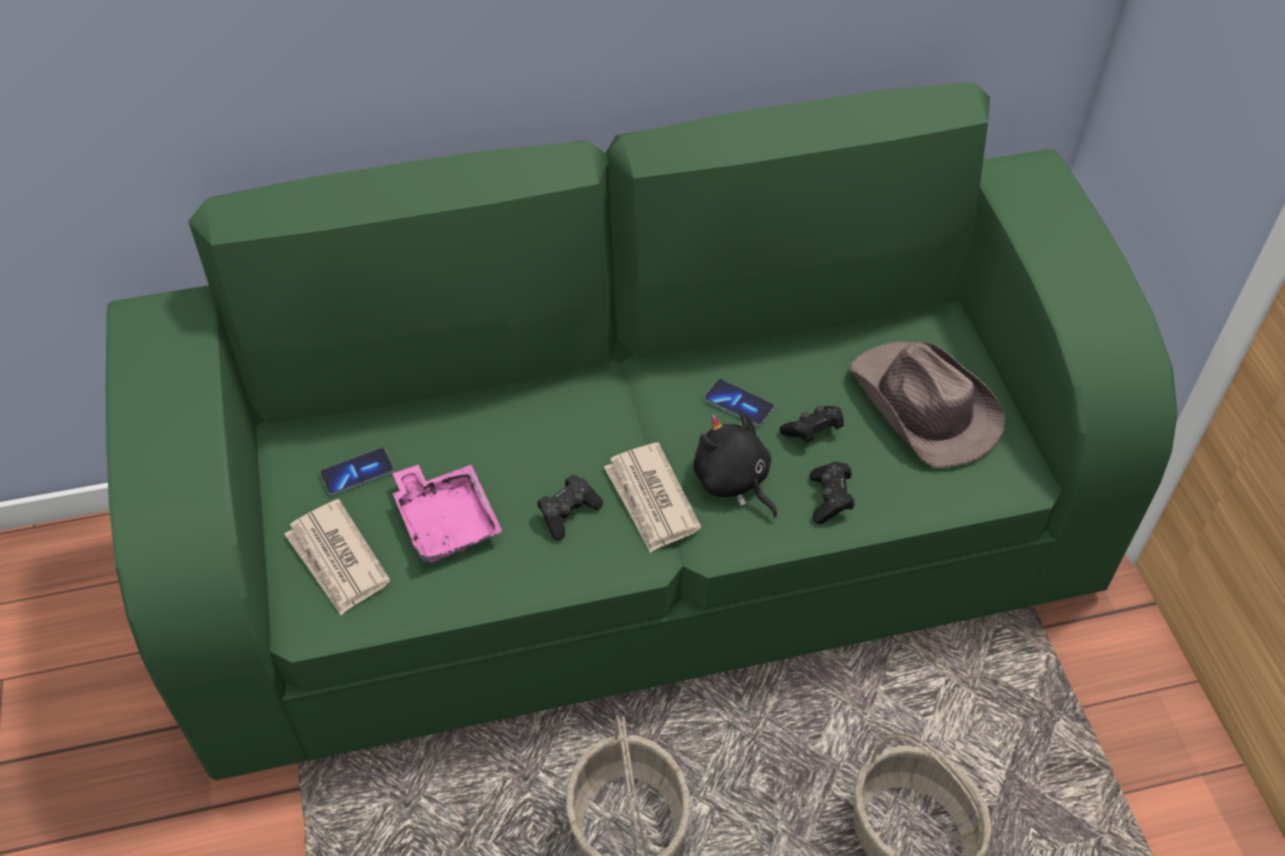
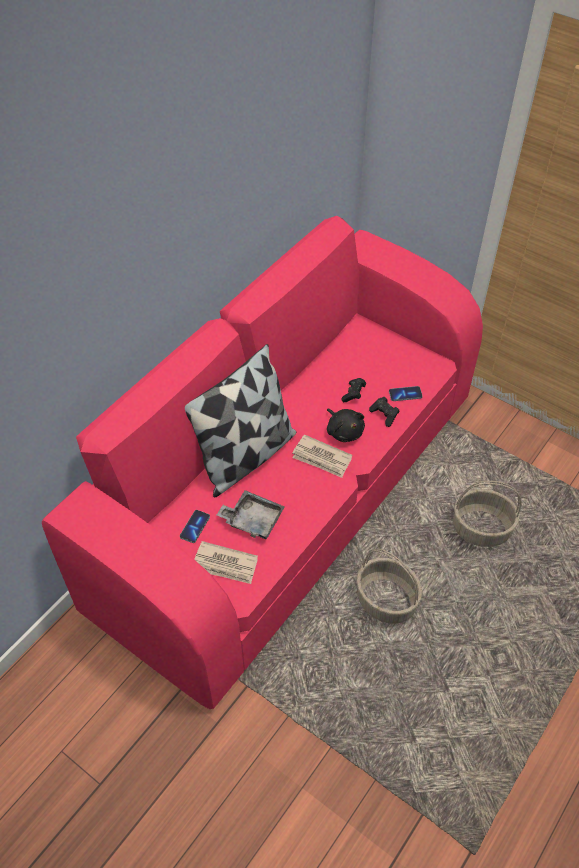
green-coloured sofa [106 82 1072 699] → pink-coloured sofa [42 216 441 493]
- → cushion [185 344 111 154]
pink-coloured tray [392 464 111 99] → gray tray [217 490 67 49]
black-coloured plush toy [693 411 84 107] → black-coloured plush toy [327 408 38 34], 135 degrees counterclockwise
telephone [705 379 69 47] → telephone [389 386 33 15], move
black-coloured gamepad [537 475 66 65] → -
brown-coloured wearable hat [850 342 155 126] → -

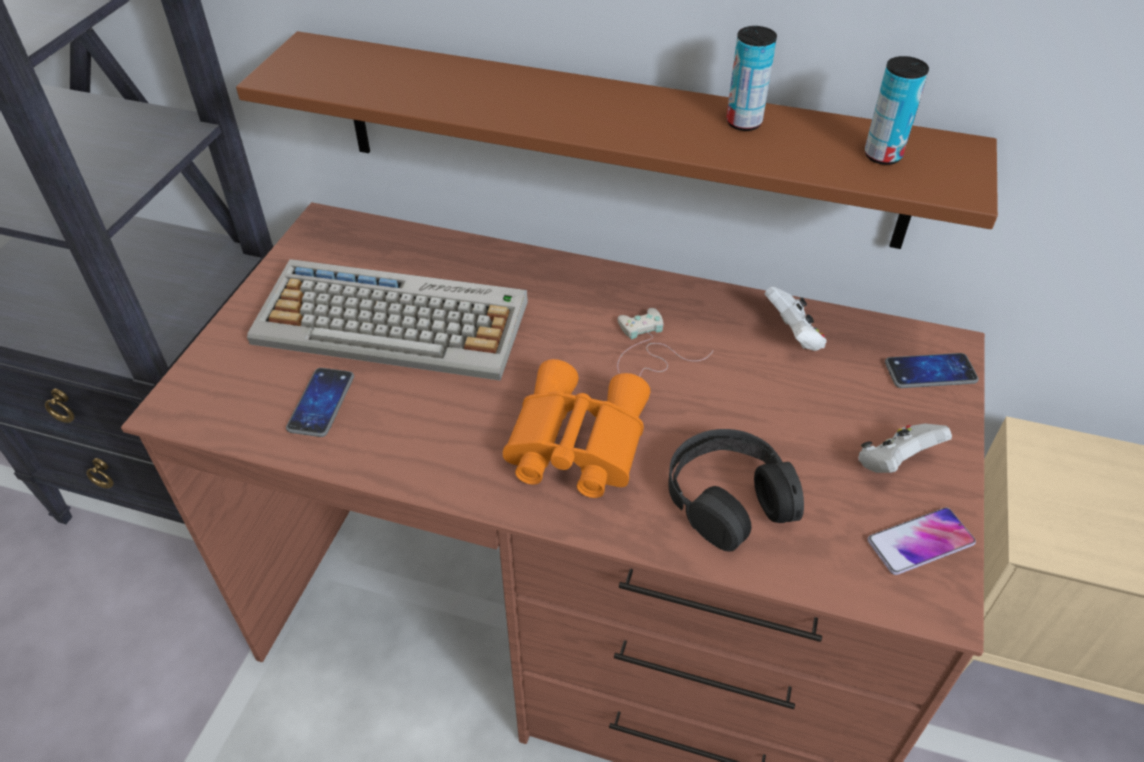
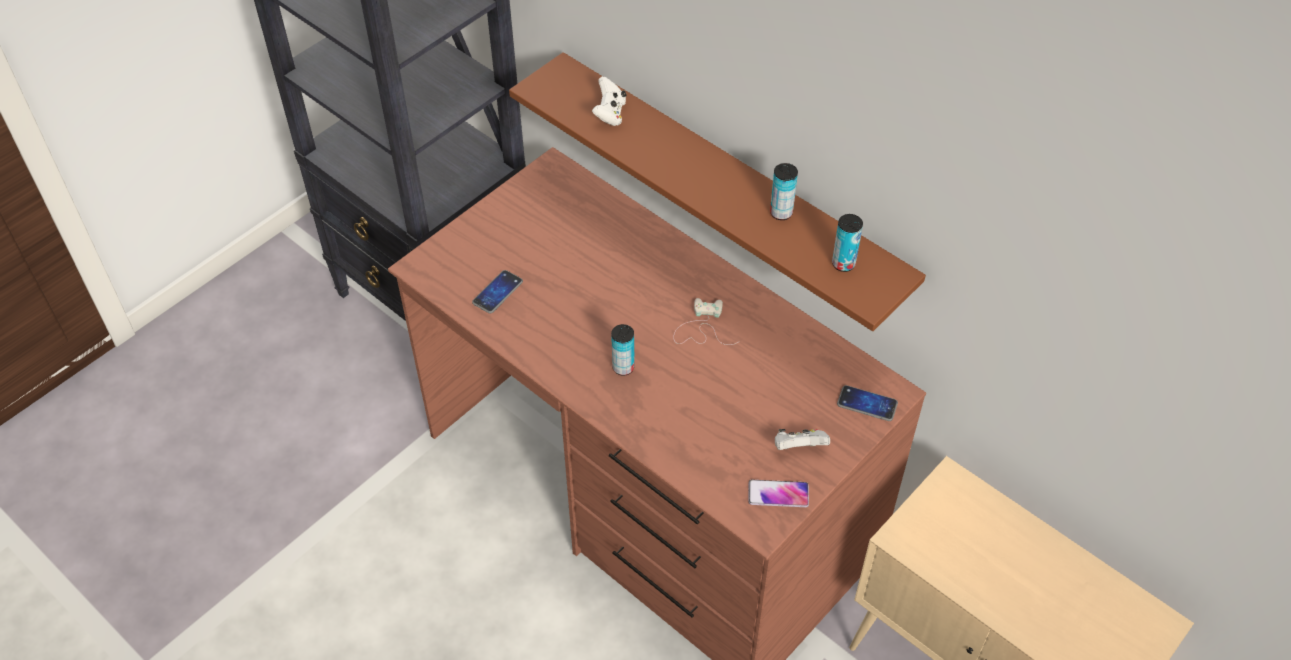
white-coloured gamepad [765 286 62 65] → white-coloured gamepad [592 77 35 49], move
orange-coloured field glasses [503 359 147 139] → can [611 324 24 52]
keyboard [247 259 281 122] → -
black-coloured headset [668 429 136 123] → -

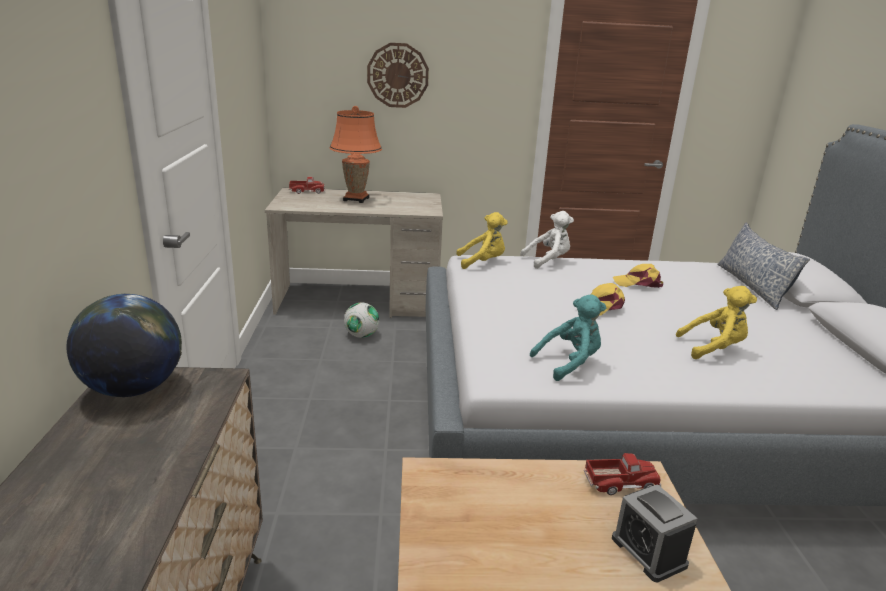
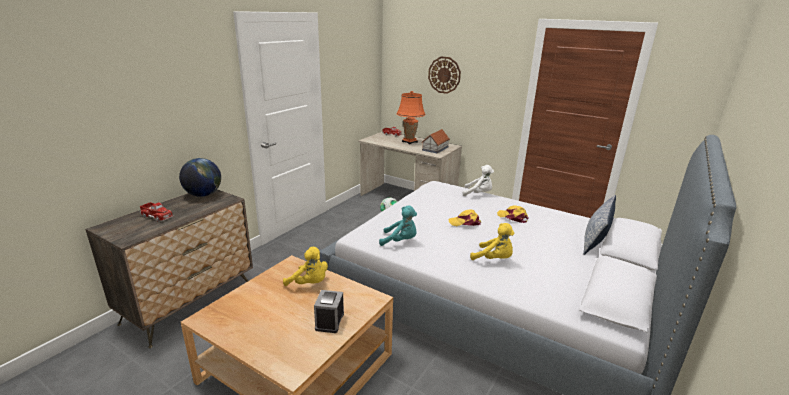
model truck [584 453 77 42] → model truck [140 202 33 20], move
yellow plush toy [456 212 52 57] → yellow plush toy [283 247 45 39], move
- → model house [421 129 29 24]

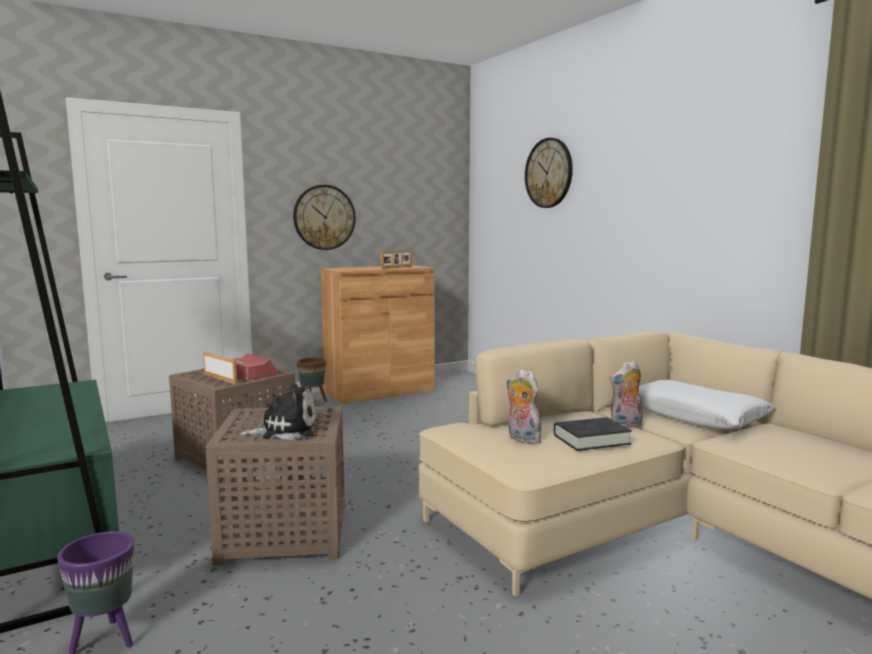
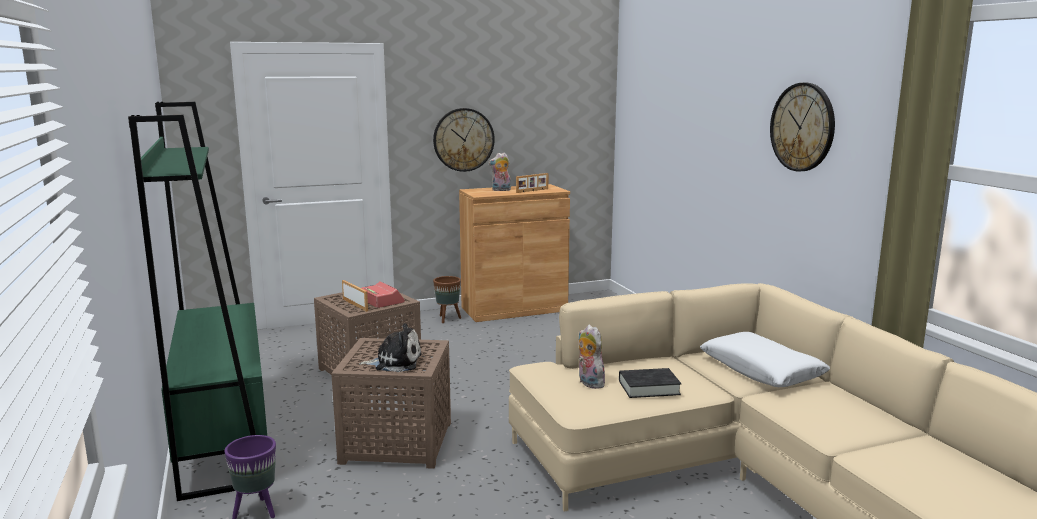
plush toy [610 360 33 68] → plush toy [489 153 22 38], move
wall clock [525 138 48 70] → wall clock [770 83 65 89], move

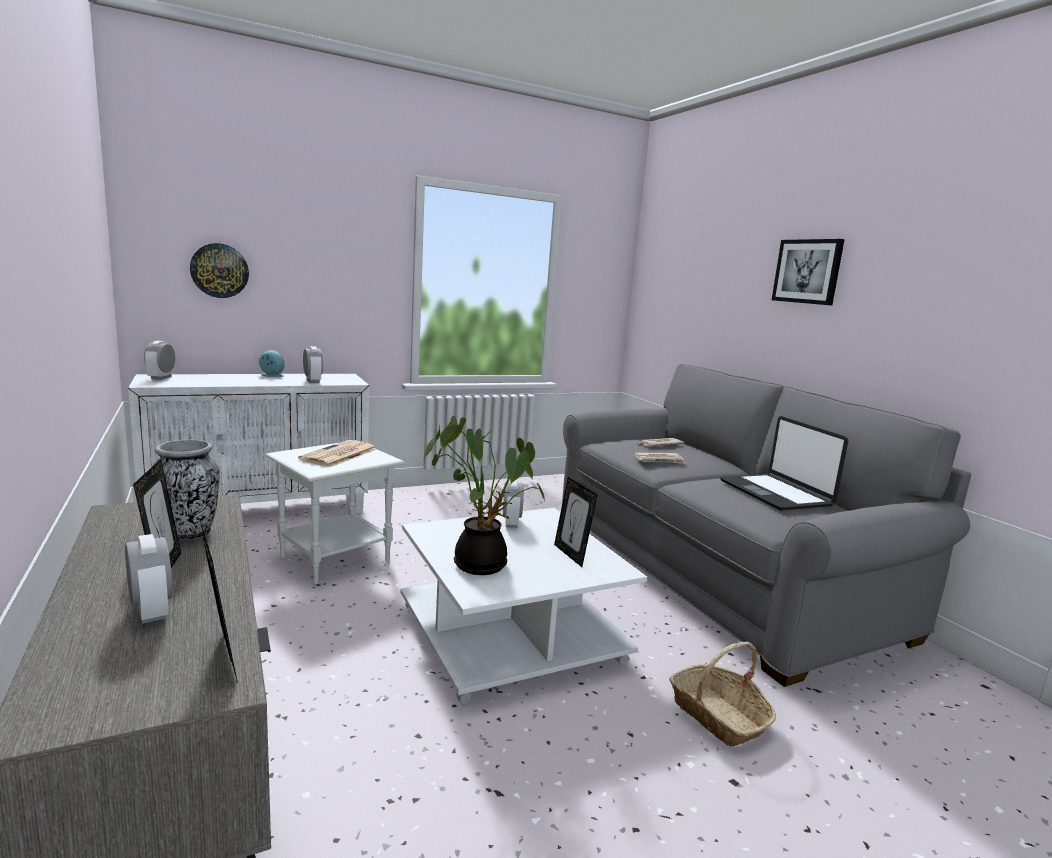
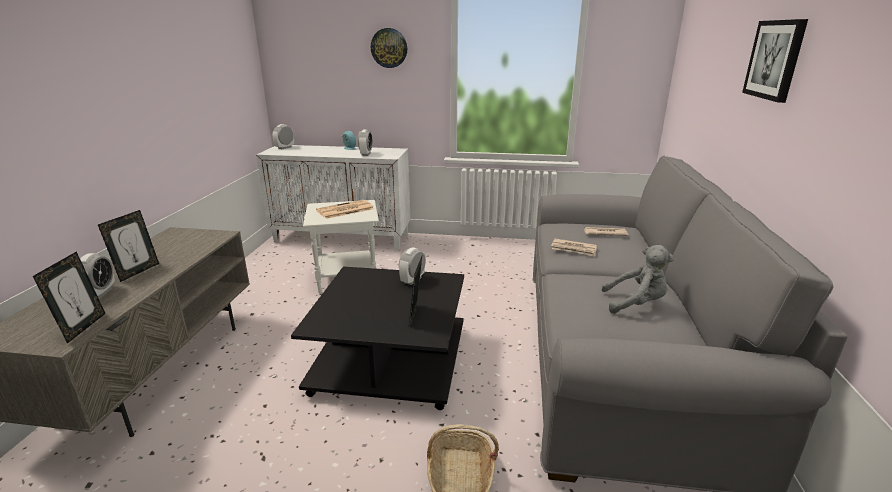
white-coloured coffee table [401 508 246 196] → black-coloured coffee table [291 266 173 144]
wall clock [190 243 59 55] → wall clock [371 28 36 40], move
notebook computer [720 416 128 95] → gray plush toy [601 245 73 69]
decorative vase [152 440 68 100] → -
potted plant [424 416 121 159] → -

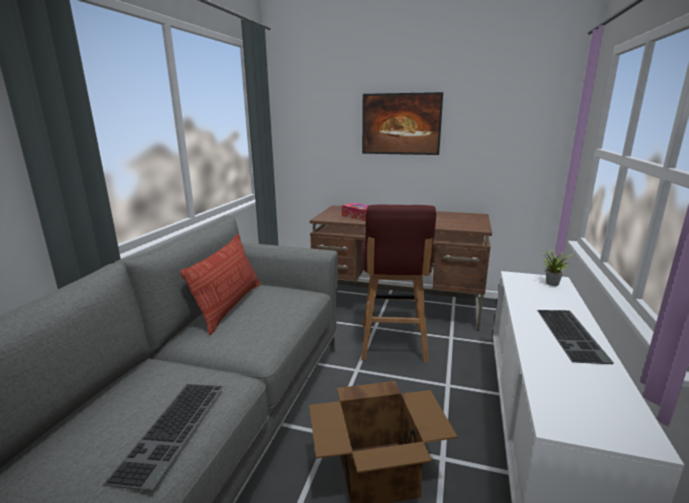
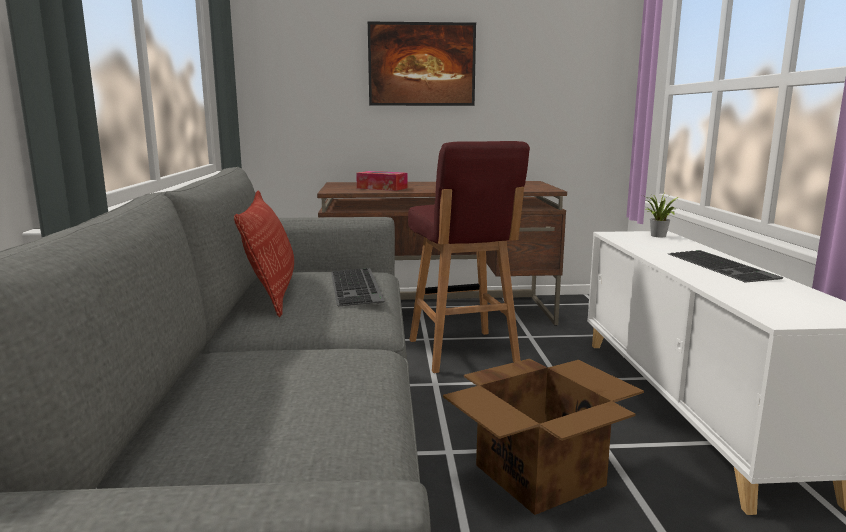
keyboard [103 384 121 107] → keyboard [331 268 53 38], move

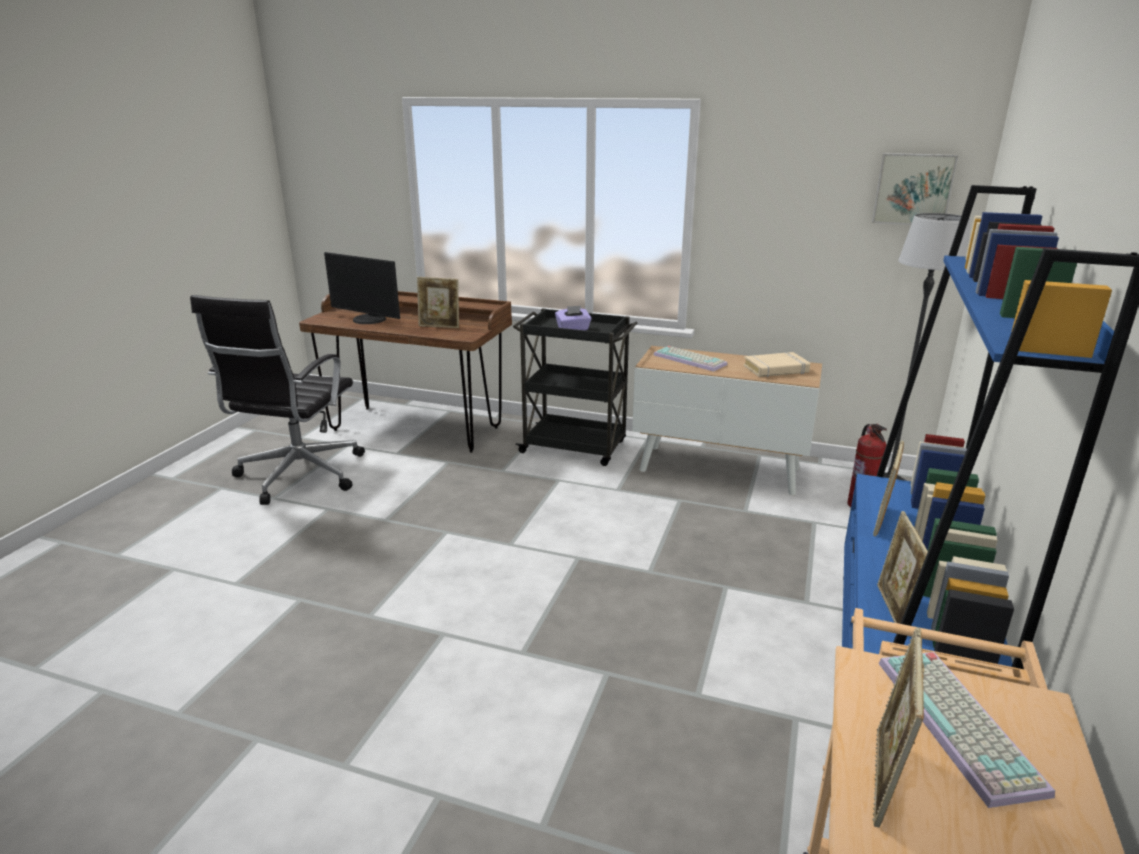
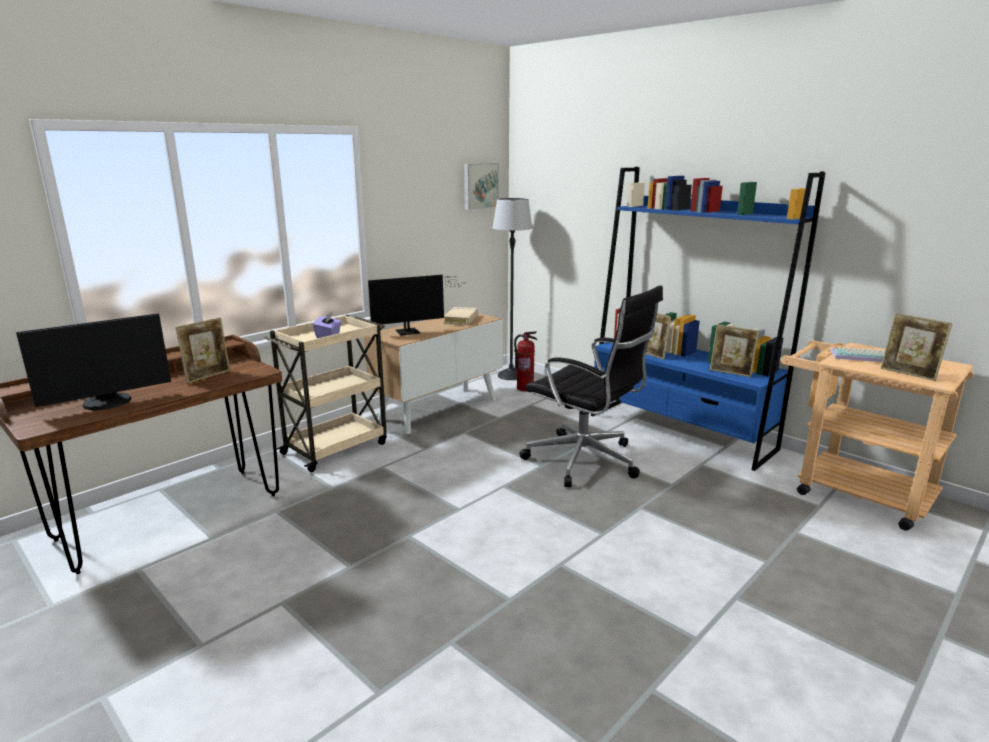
black-coloured wheeled cart [513 308 125 158] → sand-coloured wheeled cart [264 315 123 157]
keyboard [654 346 73 26] → monitor [368 275 94 61]
black-coloured computer chair [190 295 175 210] → black-coloured computer chair [519 285 144 202], move

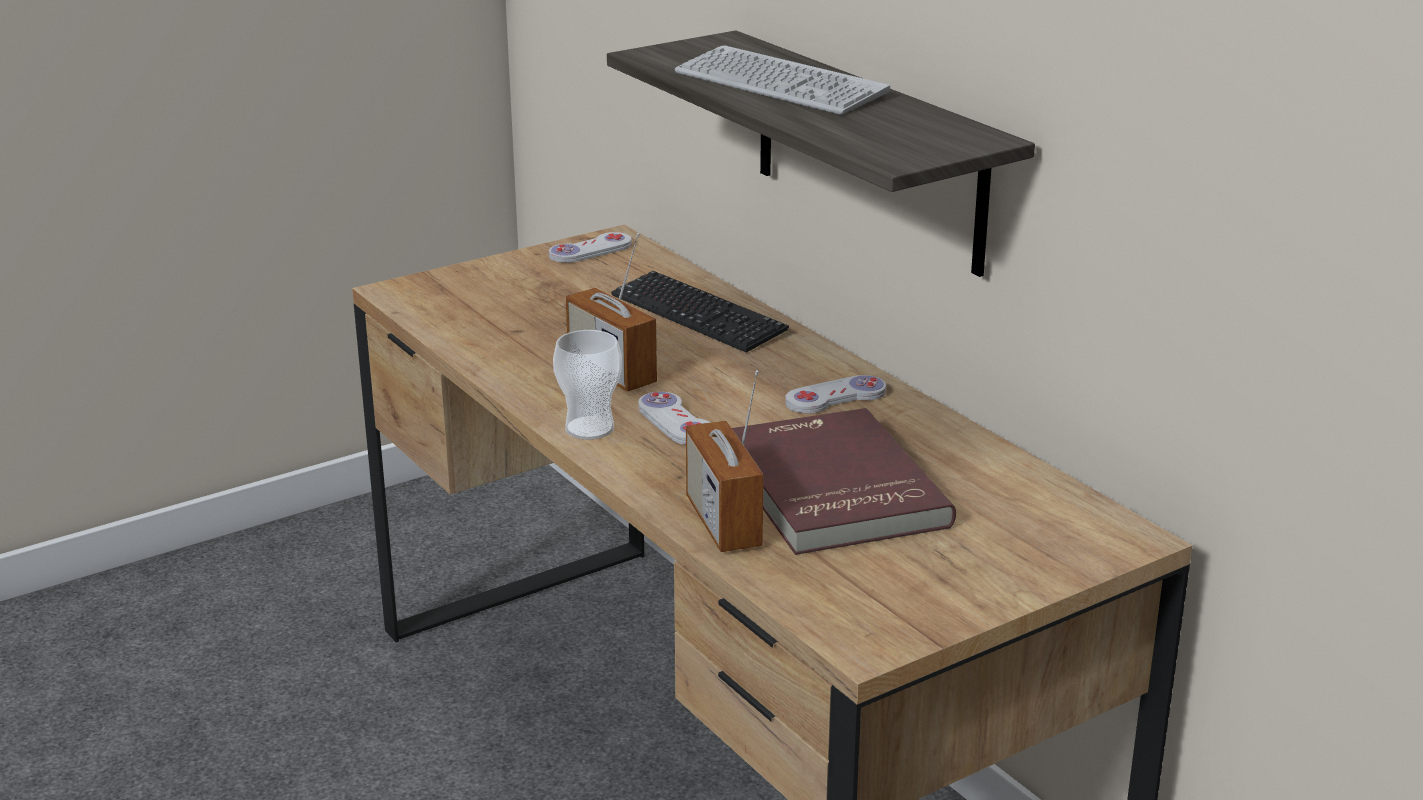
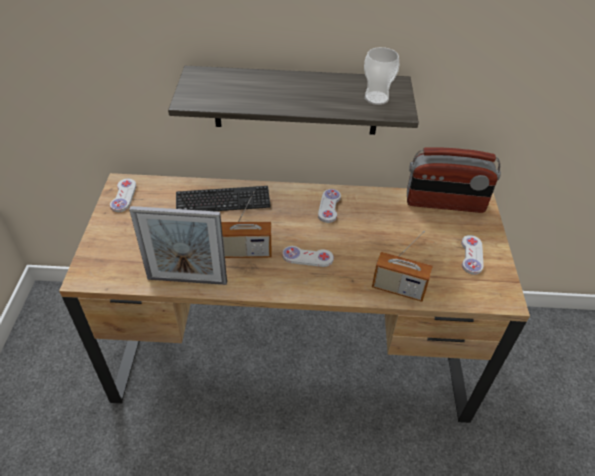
- → photo frame [129 206 98 79]
drinking cup [553 330 69 110] → drinking cup [364 47 35 58], move
- → radio receiver [407 147 94 66]
- → white-coloured gamepad [461 235 23 40]
keyboard [675 45 215 70] → -
red-coloured book [732 408 224 147] → -

